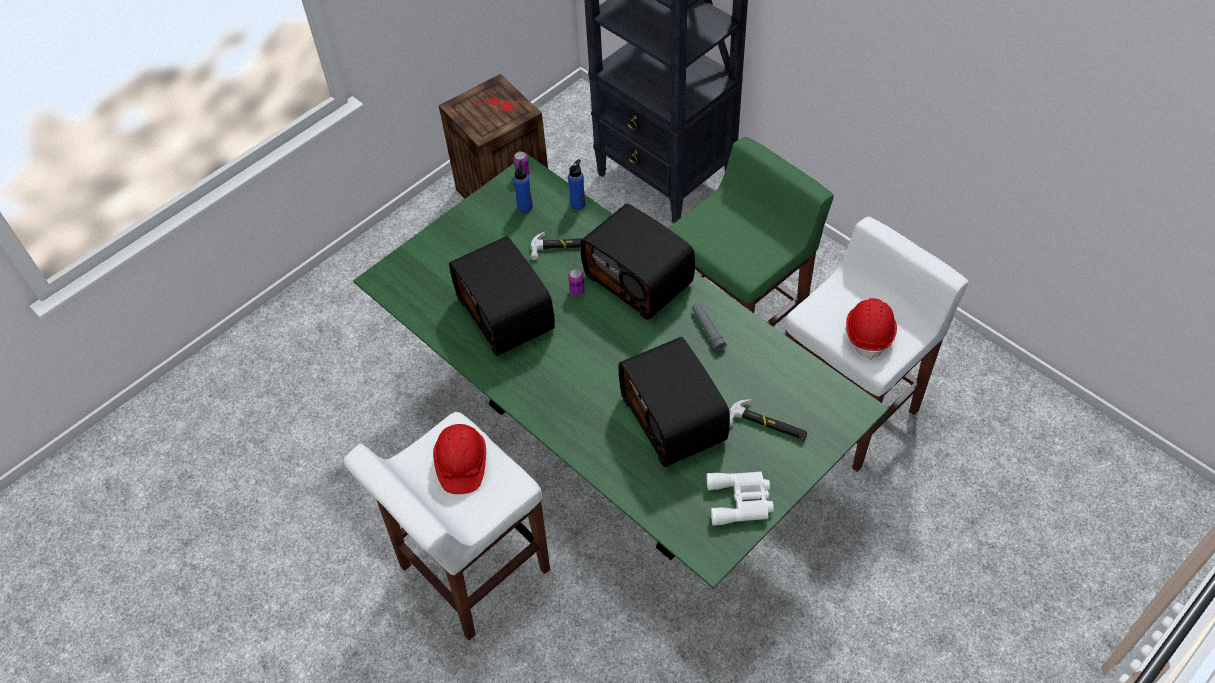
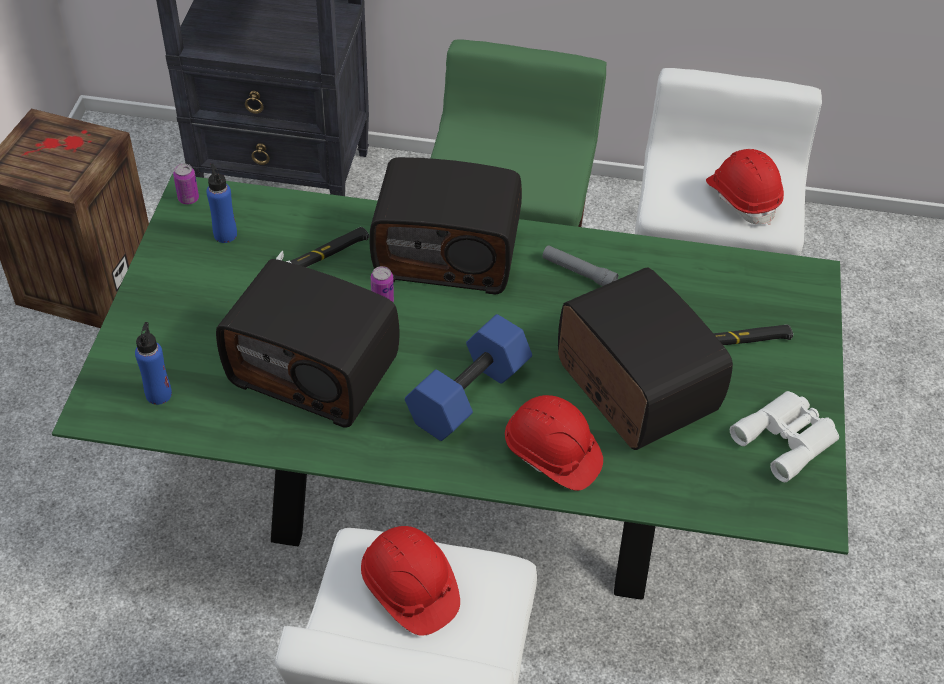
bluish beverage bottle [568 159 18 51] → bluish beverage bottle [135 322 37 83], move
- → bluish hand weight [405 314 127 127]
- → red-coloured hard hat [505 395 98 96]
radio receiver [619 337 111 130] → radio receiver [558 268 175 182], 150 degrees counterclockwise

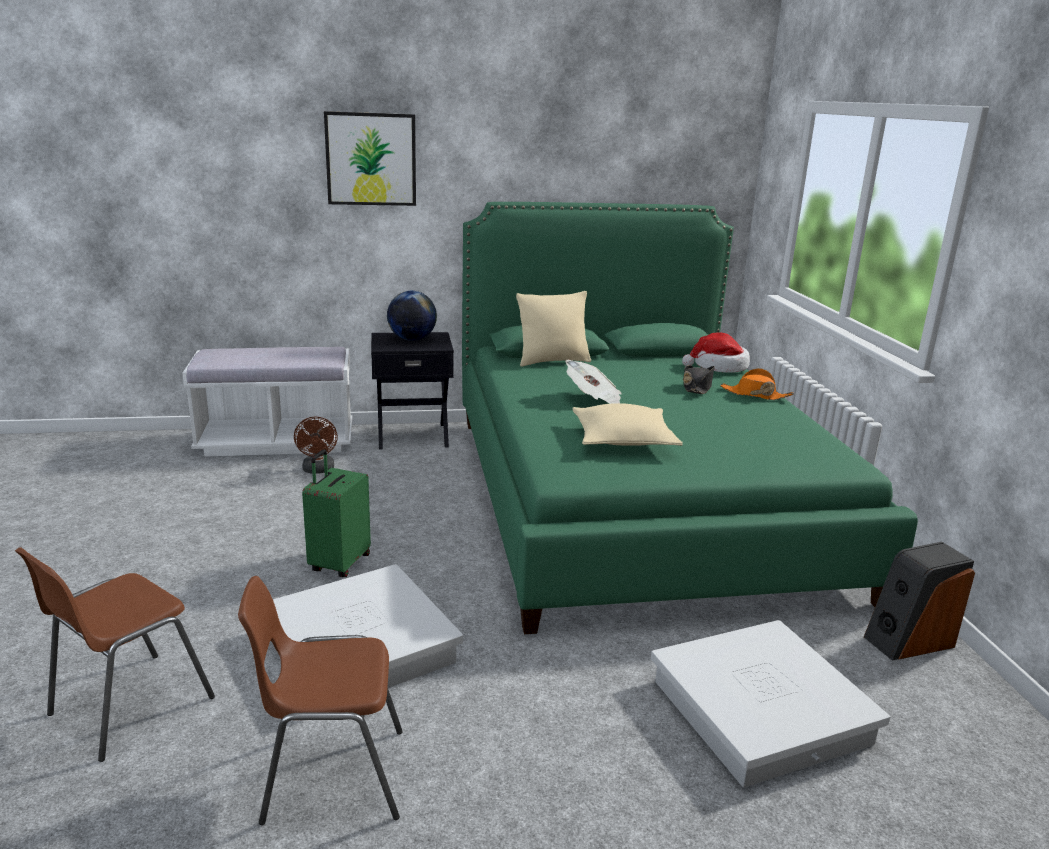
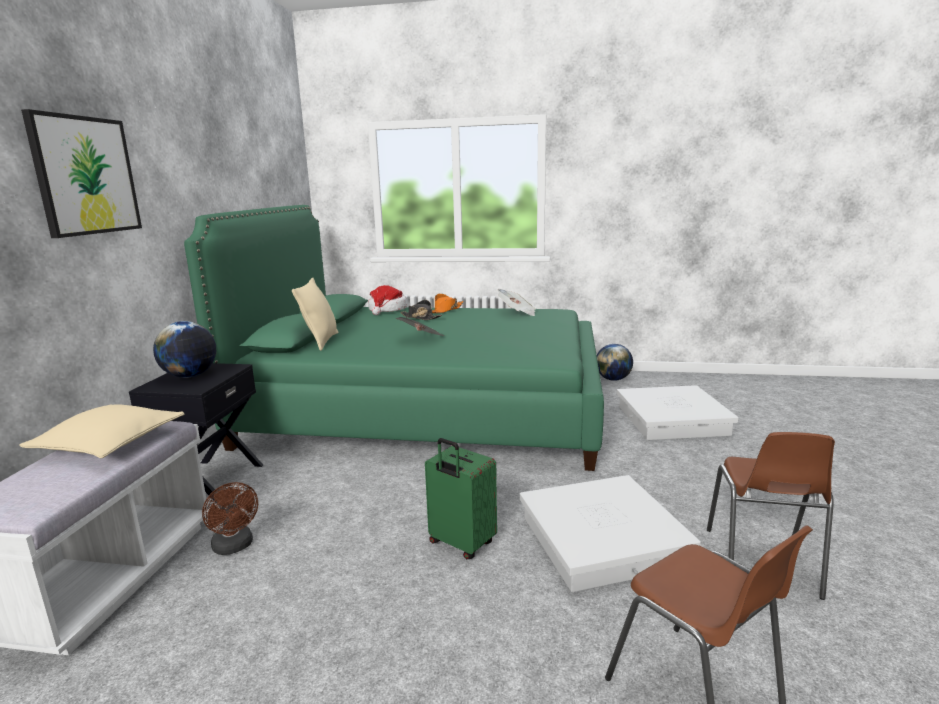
sand-coloured cushion [573 403 110 43] → sand-coloured cushion [19 404 165 54], move
brown-coloured electric fan [294 417 44 57] → brown-coloured electric fan [202 482 56 73], 45 degrees clockwise
- → daily paper [497 289 39 27]
speaker [864 542 111 119] → globe [597 344 36 37]

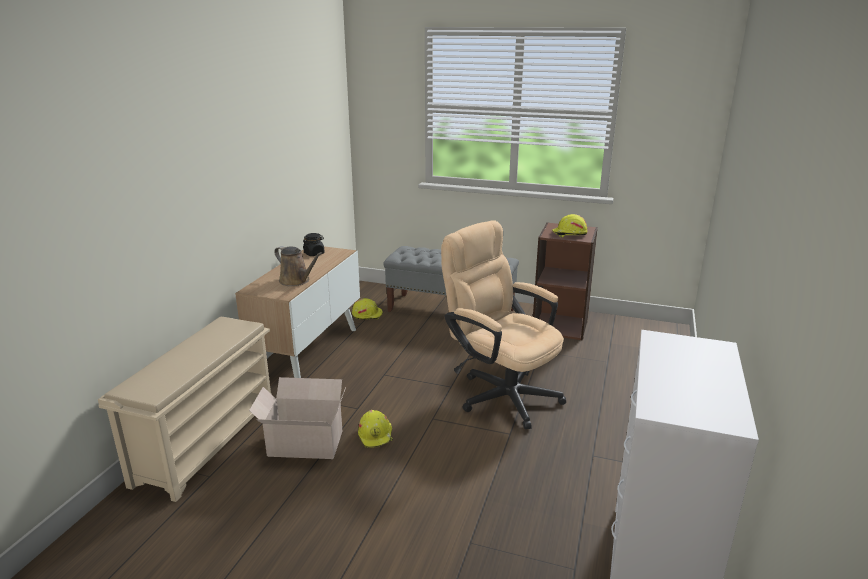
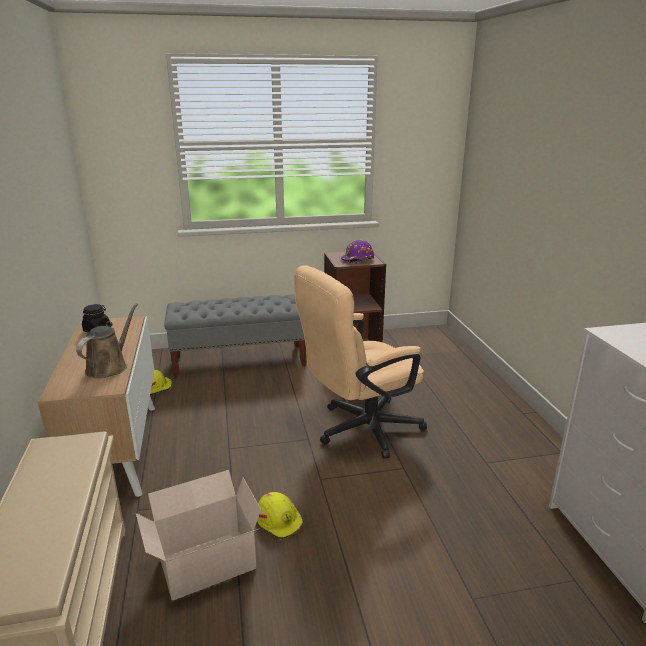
brown-coloured watering pot [274 246 48 40] → brown-coloured watering pot [76 303 62 75], 75 degrees counterclockwise
sand-coloured computer chair [441 220 125 209] → sand-coloured computer chair [294 265 133 194], 45 degrees counterclockwise
yellow hard hat [552 214 36 24] → purple hard hat [341 240 33 24]

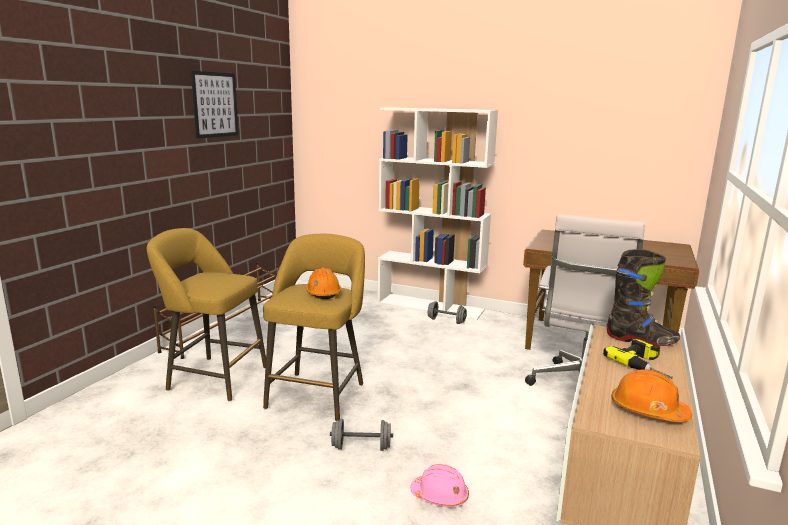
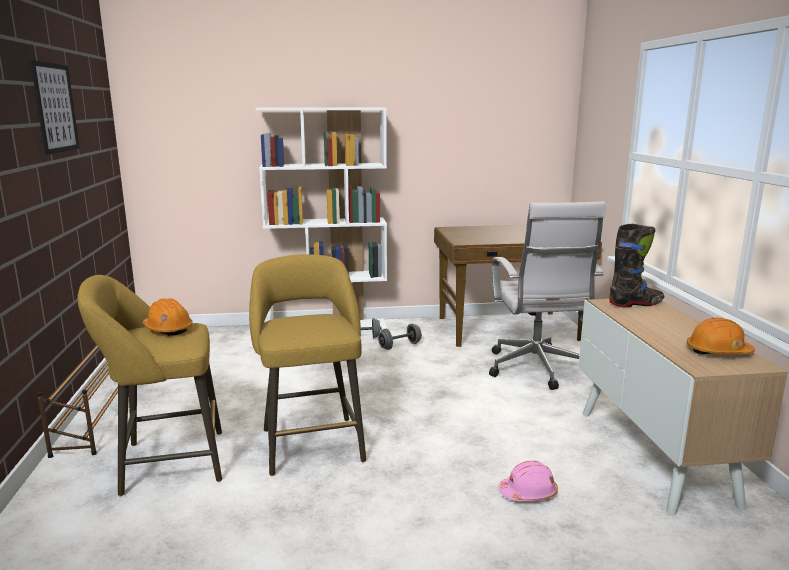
orange-coloured hard hat [306 267 35 32] → orange-coloured hard hat [143 298 49 38], move
gray hand weight [330 419 63 32] → gray hand weight [378 324 44 26], move
power drill [603 339 70 40] → -

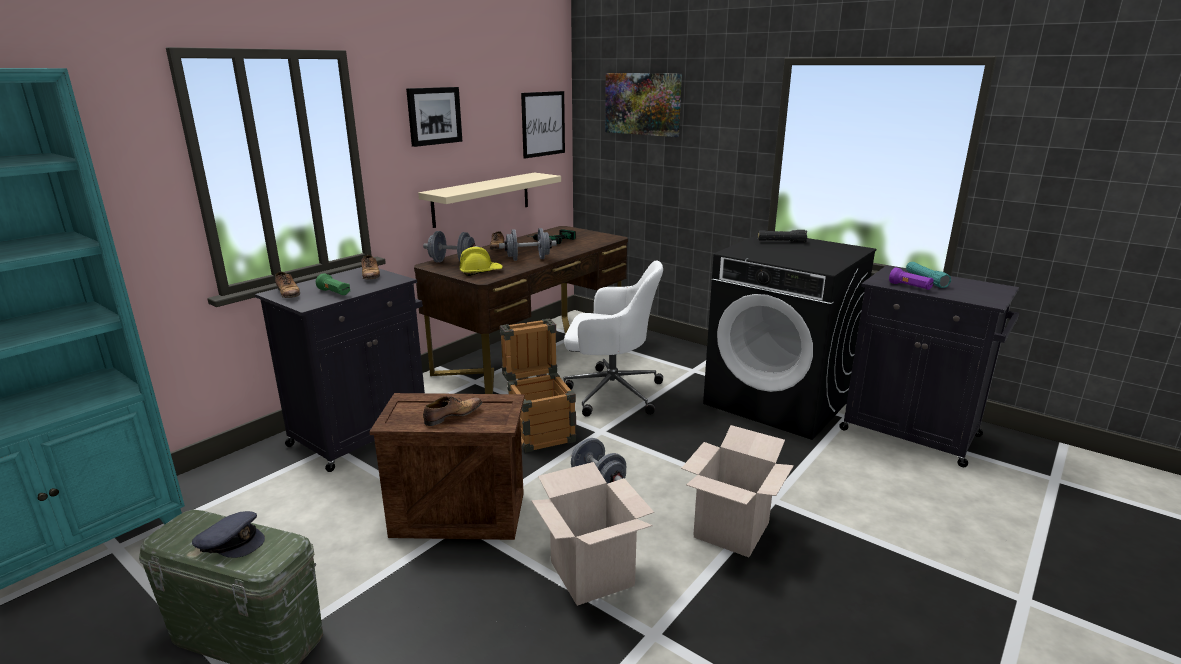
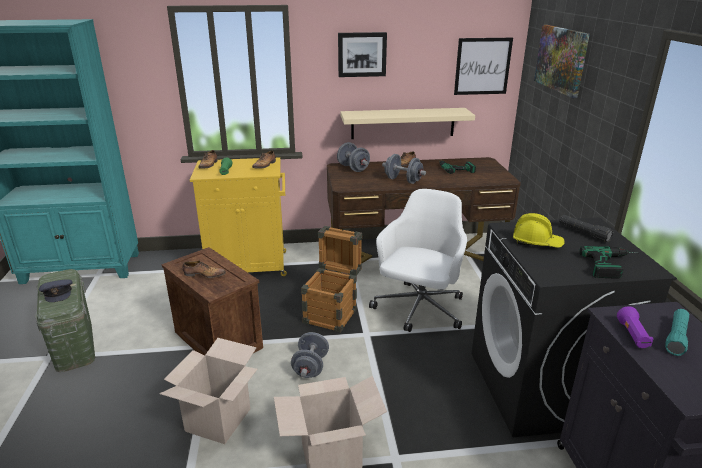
black-coloured cabinet [255 267 170 205] → yellow cabinet [190 157 97 119]
white-coloured computer chair [564 260 99 157] → white-coloured computer chair [369 189 98 143], 120 degrees counterclockwise
yellow hard hat [460 247 43 29] → yellow hard hat [513 213 52 35], move
- → power drill [579 246 59 33]

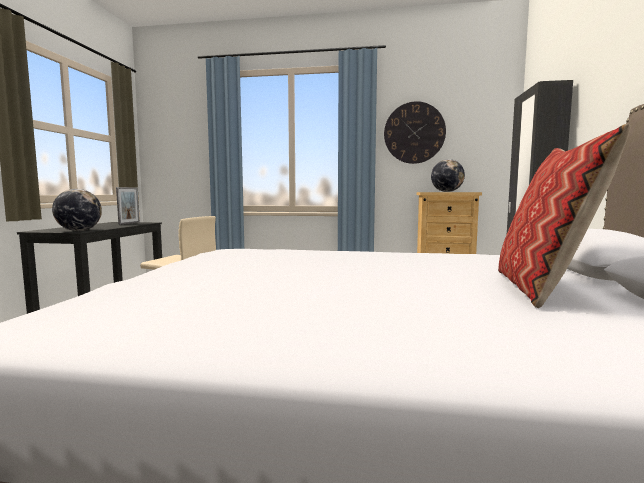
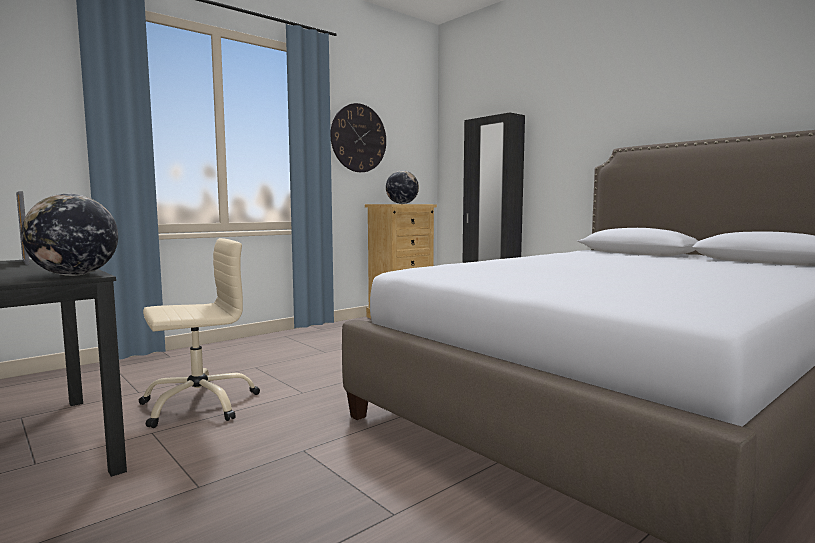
cushion [498 124 133 184] → -

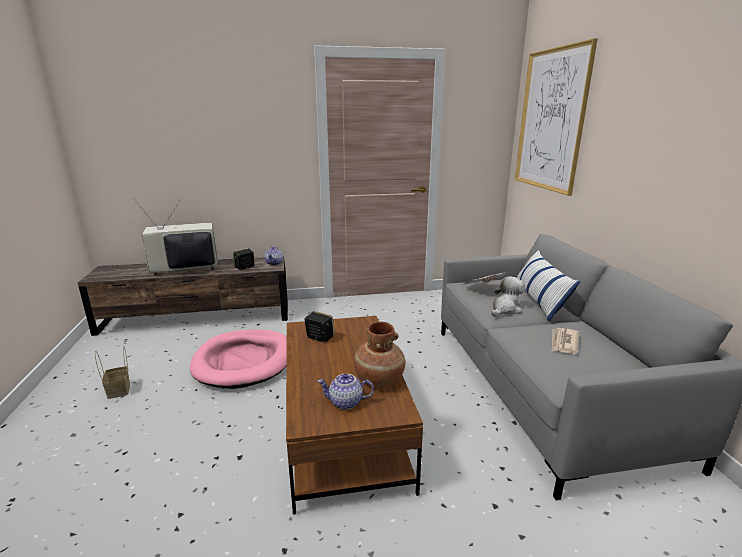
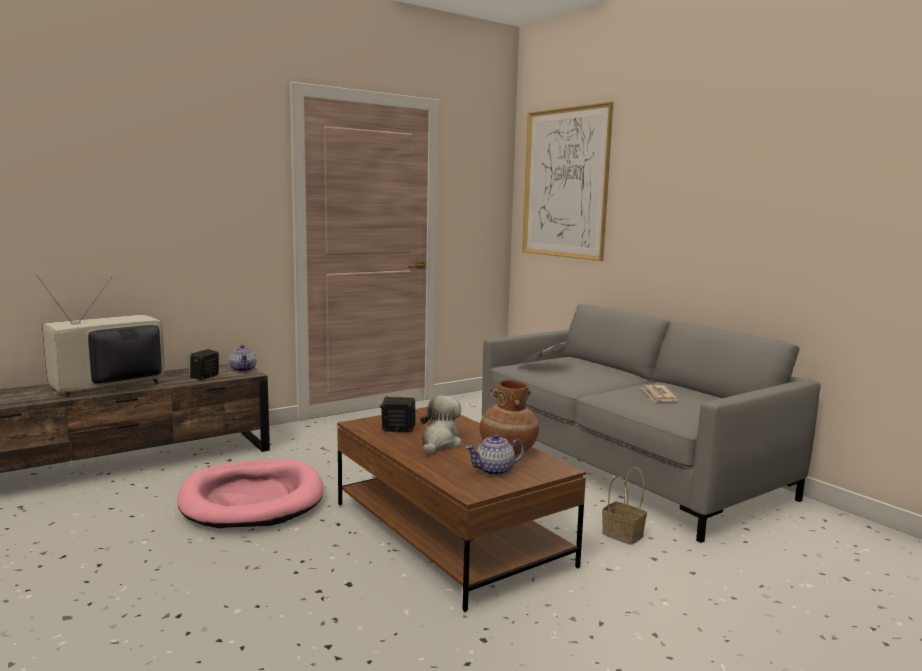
plush toy [491 276 34 41] → plush toy [420 396 42 59], move
basket [95 346 35 53] → basket [602 467 45 78], move
cushion [517 249 64 73] → -

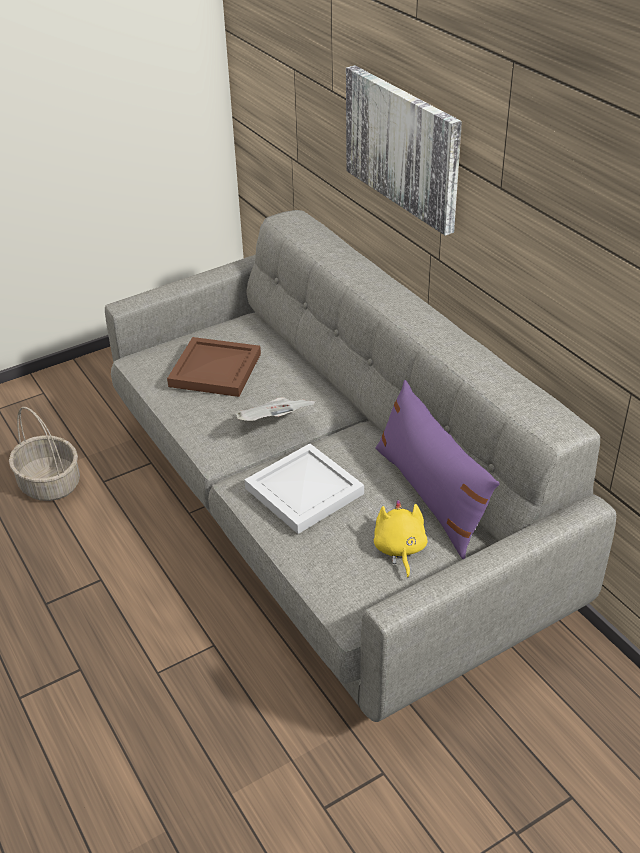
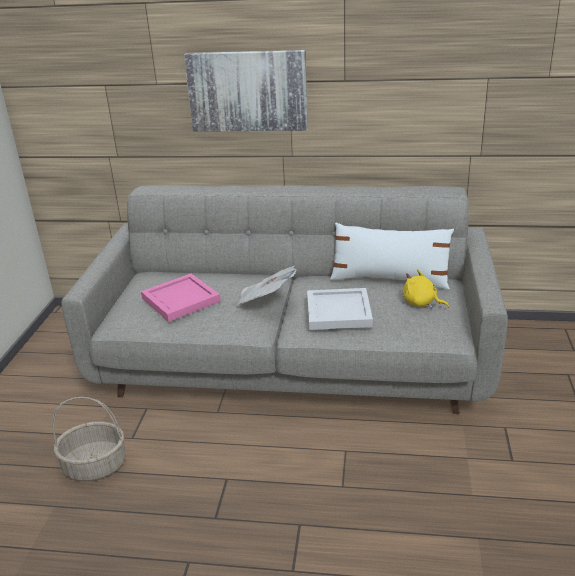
brown-coloured tray [167 337 94 60] → pink-coloured tray [141 273 80 49]
purple cushion [375 380 125 179] → white-coloured cushion [330 223 124 67]

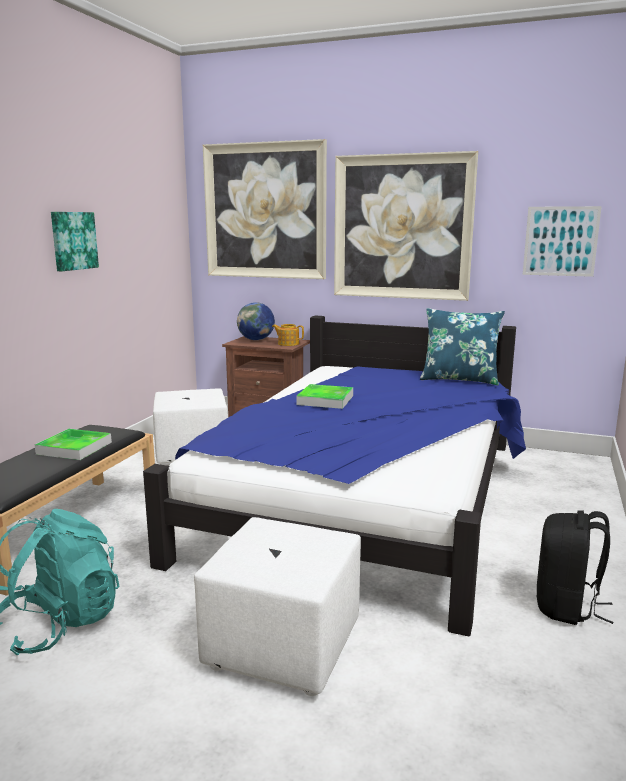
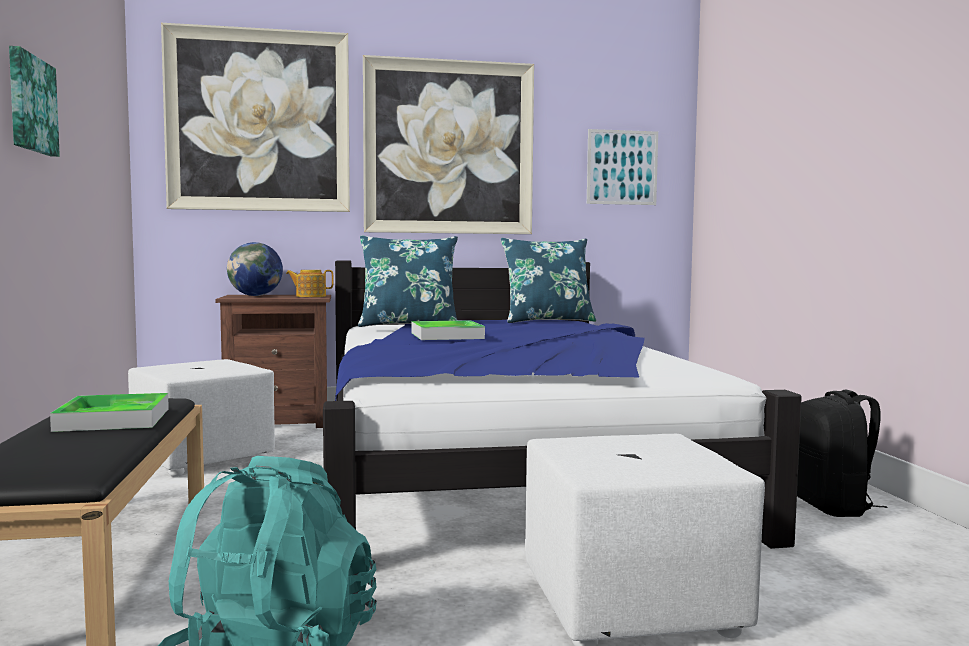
- → bluish cushion [358 236 100 91]

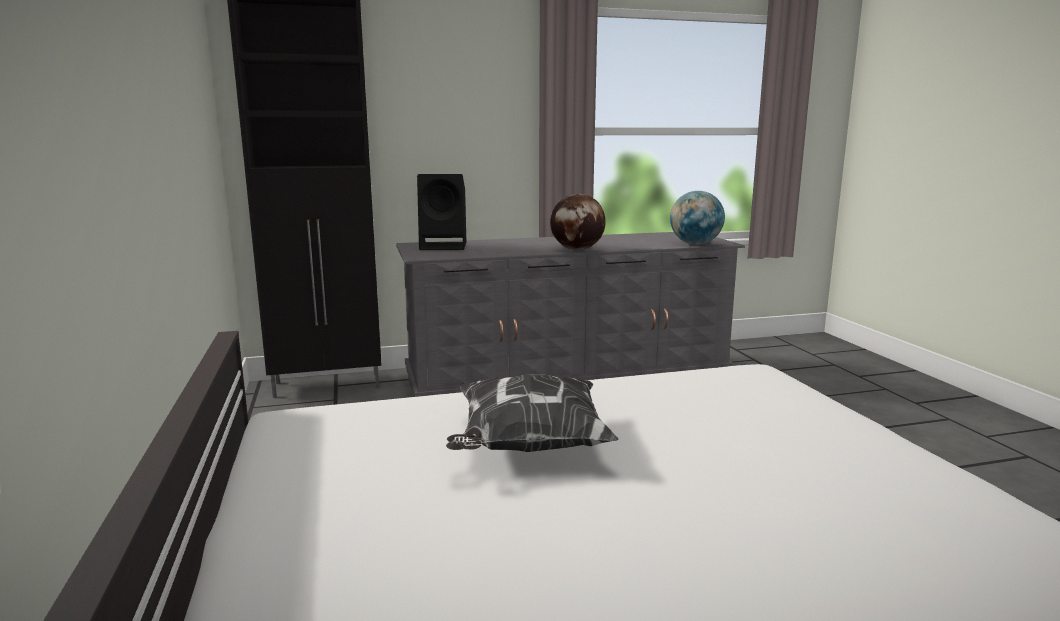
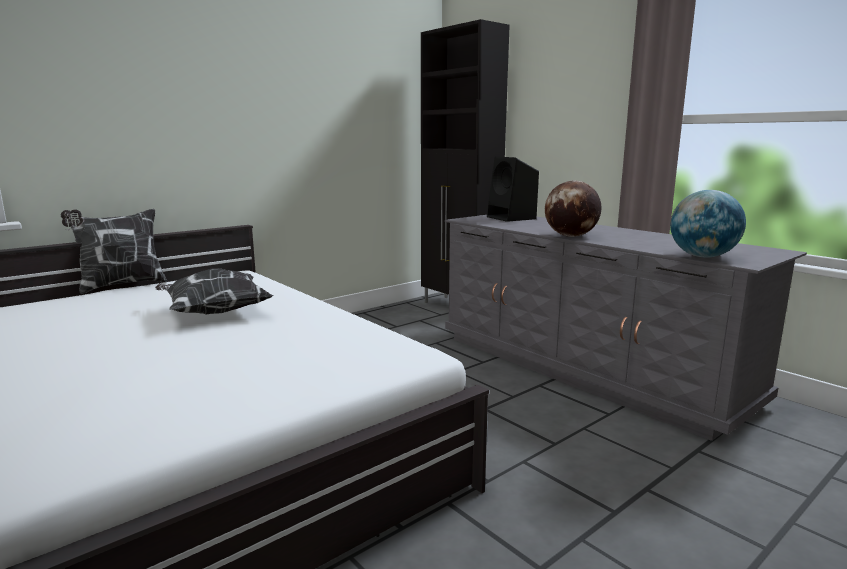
- → cushion [61 209 106 85]

